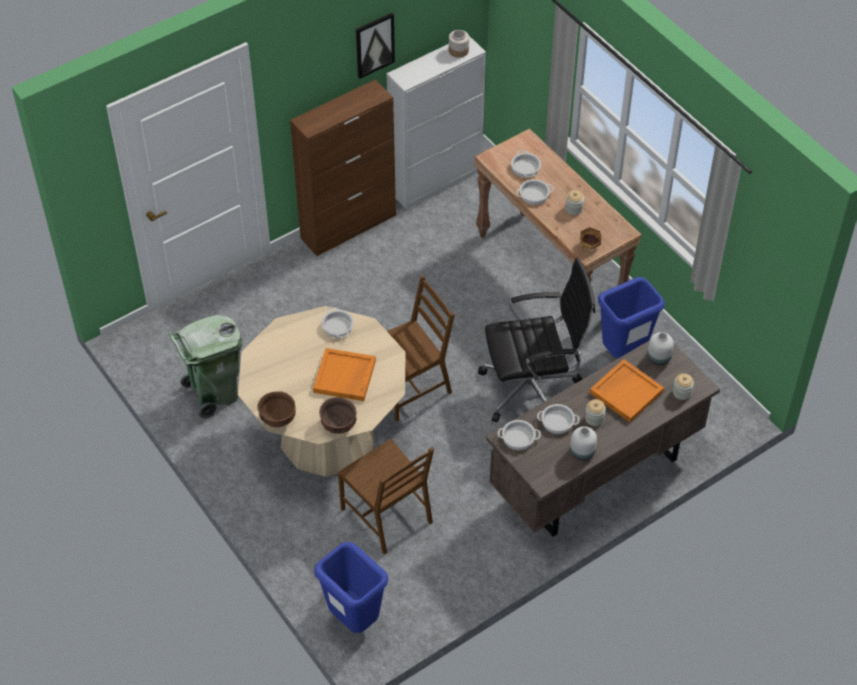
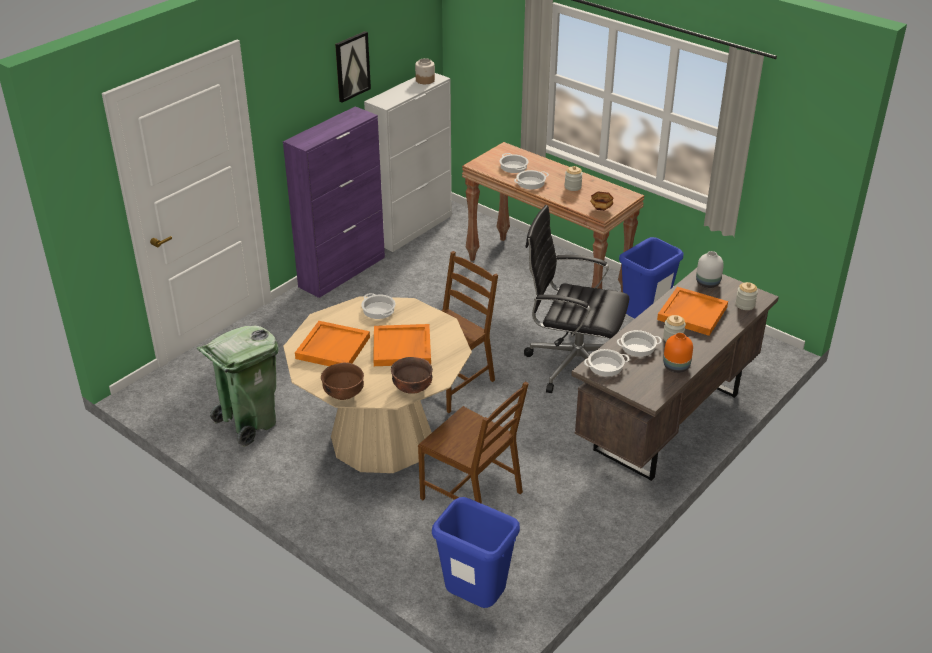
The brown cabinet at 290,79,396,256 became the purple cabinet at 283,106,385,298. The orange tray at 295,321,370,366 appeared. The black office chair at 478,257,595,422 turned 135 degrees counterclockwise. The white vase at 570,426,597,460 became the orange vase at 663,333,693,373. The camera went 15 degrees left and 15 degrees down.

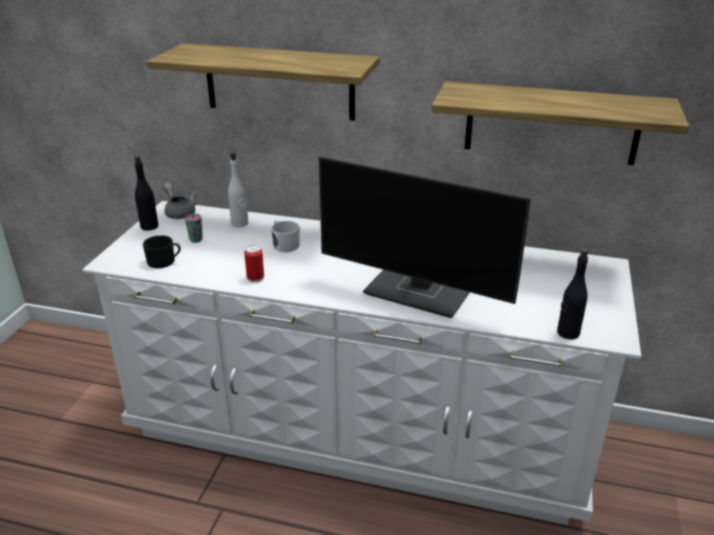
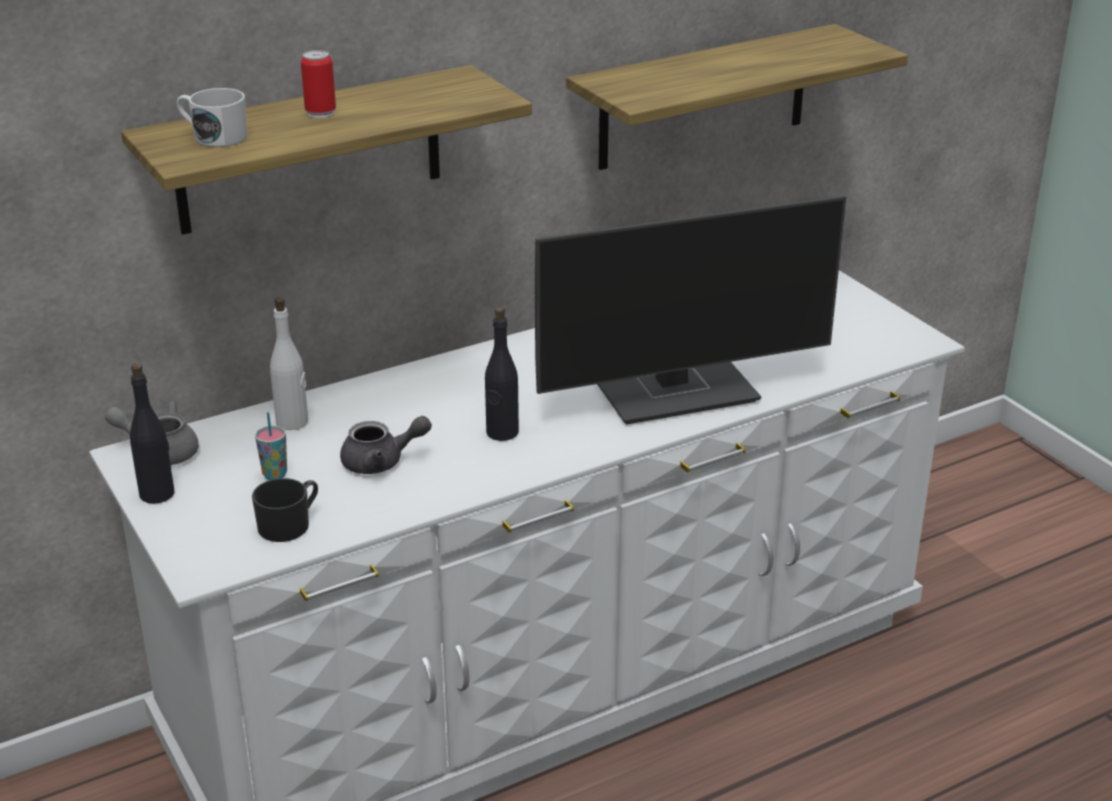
The white mug moved from 271,220,300,252 to 177,88,247,147. The can moved from 244,245,264,283 to 301,50,336,118. The grey teapot at 340,416,432,474 appeared. The black bottle moved from 557,248,588,340 to 485,307,519,441. The camera went 45 degrees left and 0 degrees up.

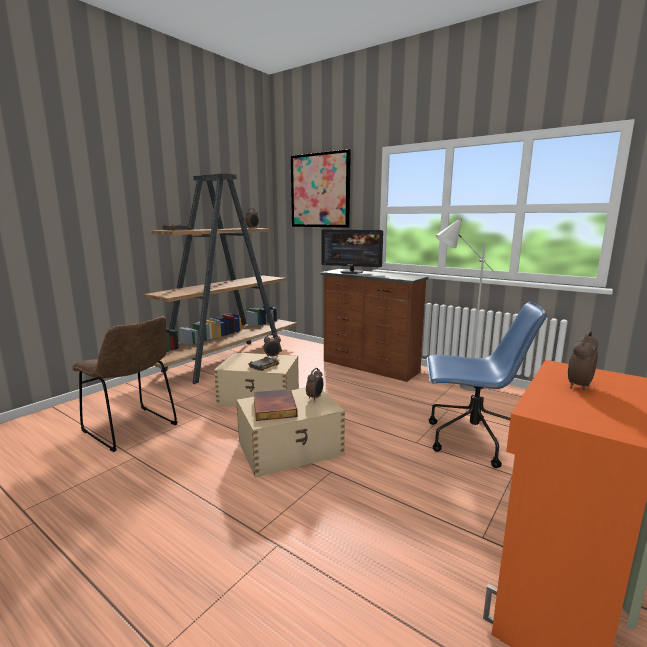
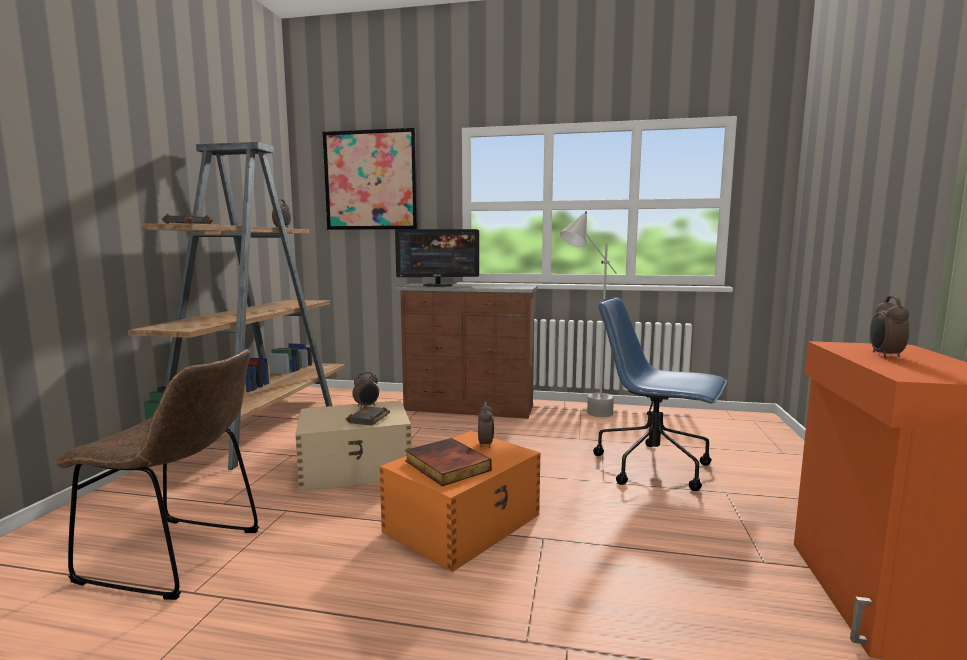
The beige storage box at 236,388,345,478 became the orange storage box at 379,431,541,572. The blue office chair at 427,302,547,468 turned 135 degrees counterclockwise. The camera went 25 degrees left and 5 degrees down.

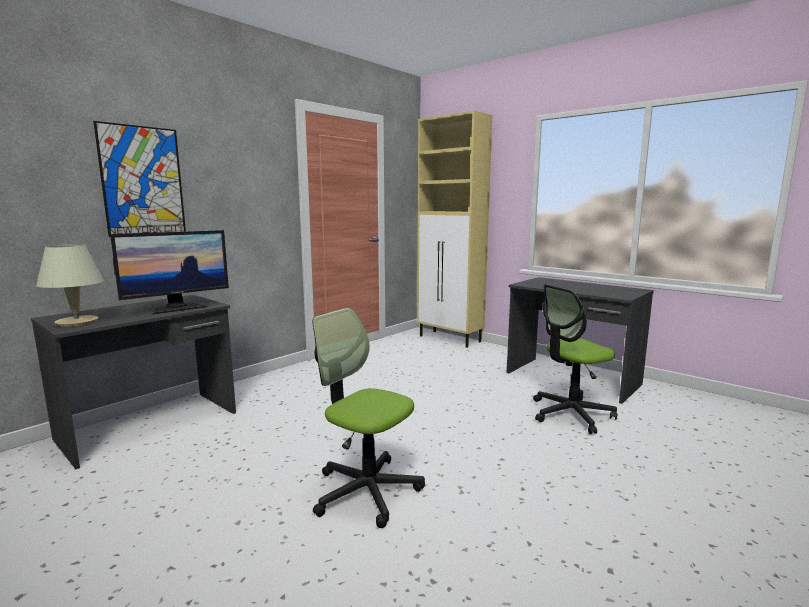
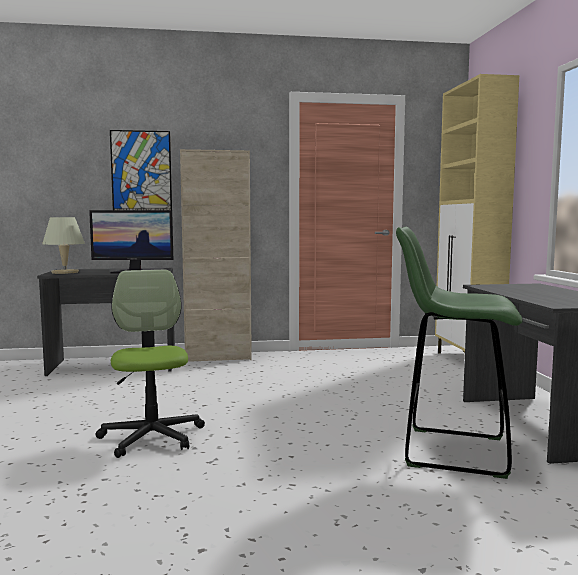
The beige cabinet at 180,149,252,362 appeared. The office chair at 533,284,617,434 was replaced by the green stool at 396,227,523,479. The camera went 40 degrees right and 5 degrees down.

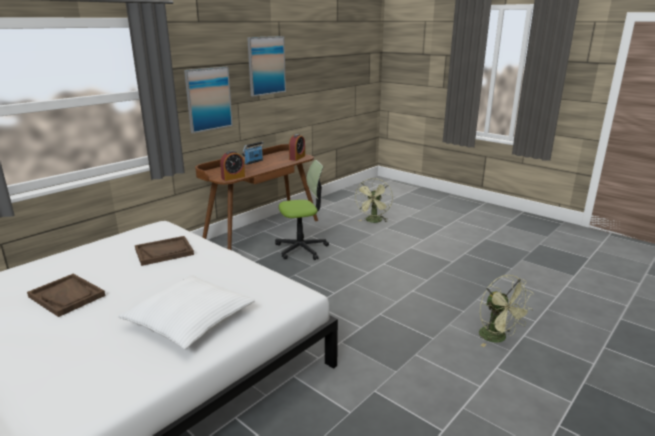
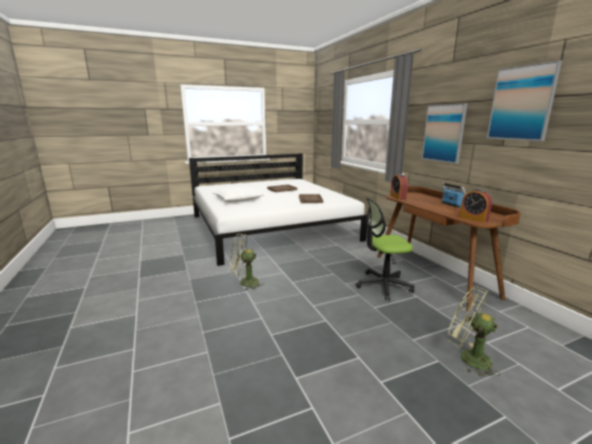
The green fan moved from 479,275,534,347 to 229,234,263,291. The office chair at 275,160,329,260 turned 75 degrees clockwise. The camera went 115 degrees right and 5 degrees down.

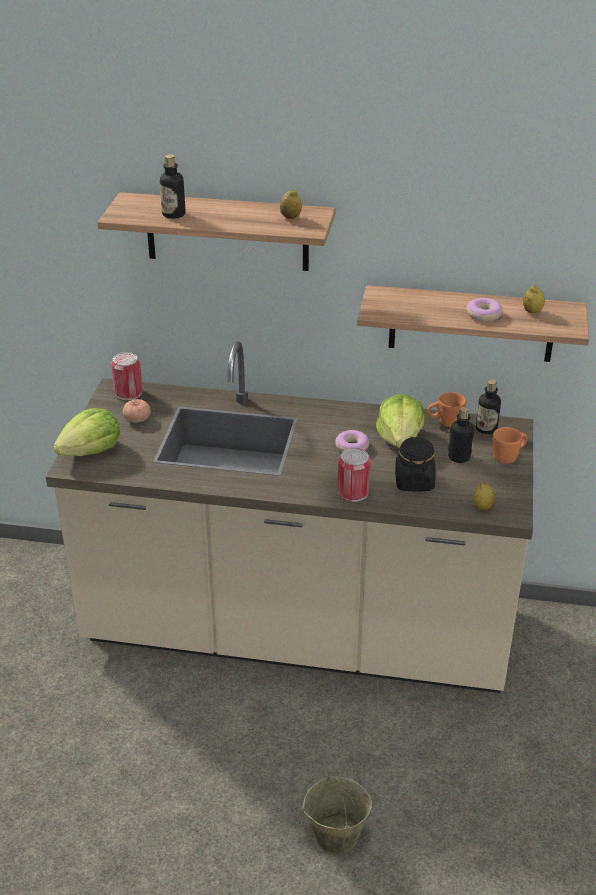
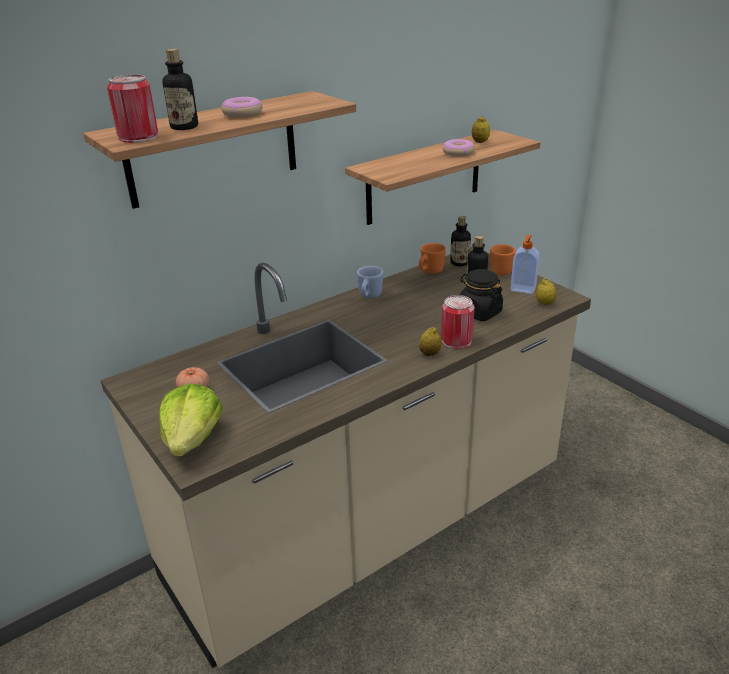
The can moved from 111,352,143,400 to 107,74,158,143. The donut moved from 335,430,369,452 to 221,97,262,118. The blue mug at 357,266,384,299 appeared. The lemon moved from 280,189,302,219 to 419,327,441,356. The soap dispenser at 511,235,540,294 appeared. The beige bucket at 303,771,372,854 disappeared. The lettuce at 376,394,425,448 disappeared. The camera went 45 degrees left and 5 degrees down.

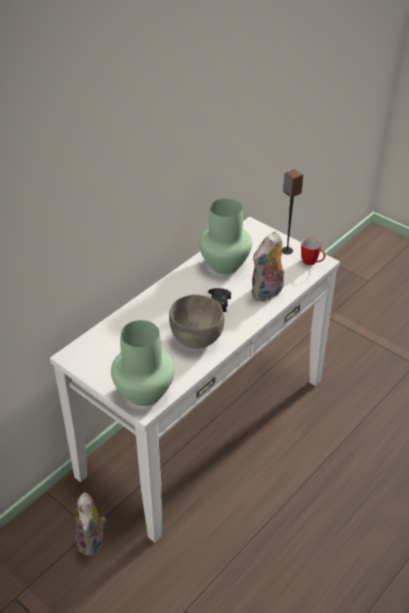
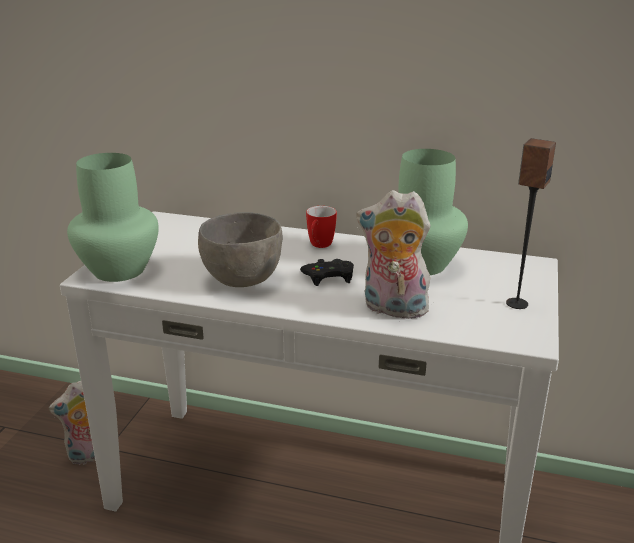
The mug moved from 301,238,325,265 to 306,206,337,248. The camera went 65 degrees right and 15 degrees down.

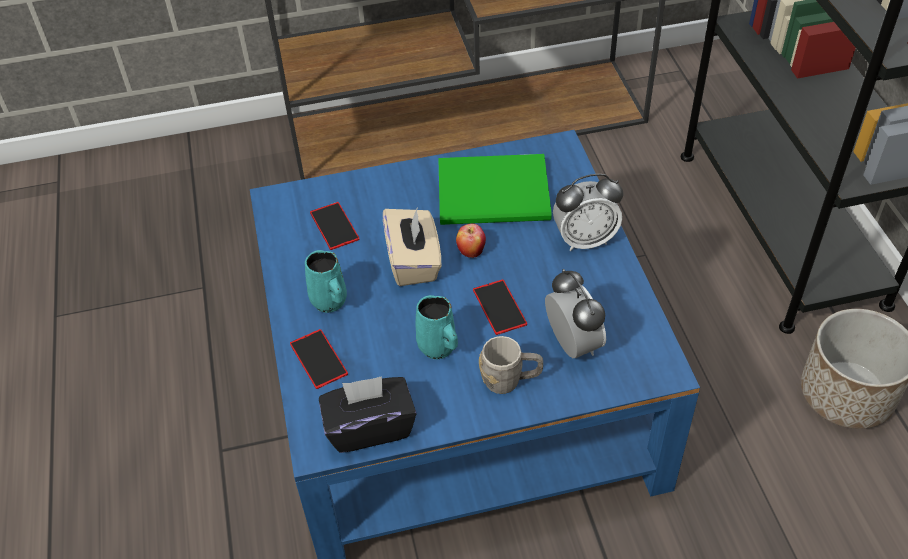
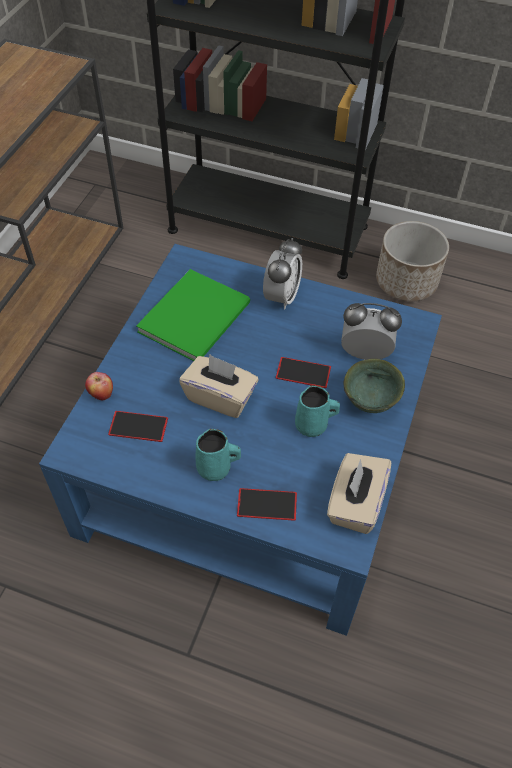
The apple moved from 456,224,486,258 to 85,372,113,400. The black tissue box at 319,376,417,453 became the beige tissue box at 327,453,391,534. The grey mug at 479,336,543,394 was replaced by the green bowl at 344,359,405,413. The camera went 60 degrees left and 5 degrees up.

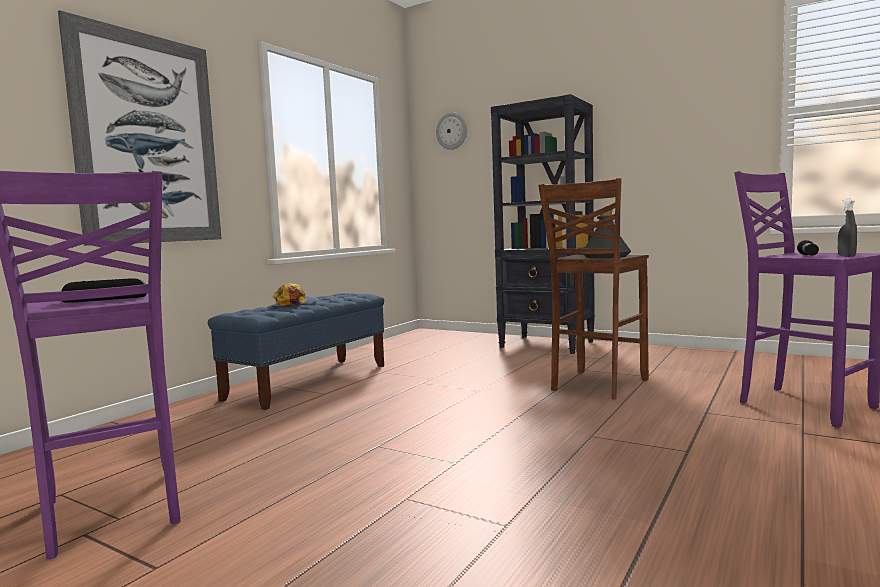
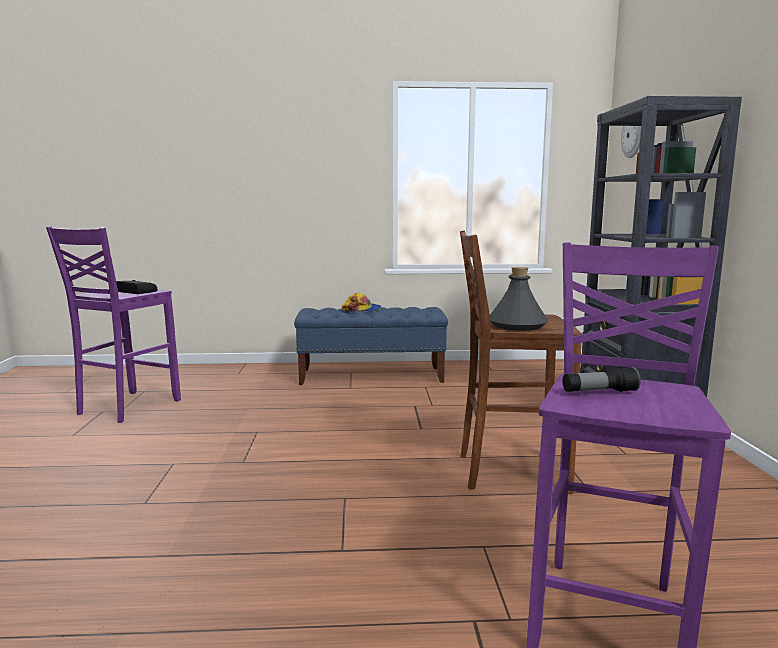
The picture at 58,10,222,246 disappeared. The grey spray bottle at 838,199,857,257 disappeared. The camera went 55 degrees right and 5 degrees up.

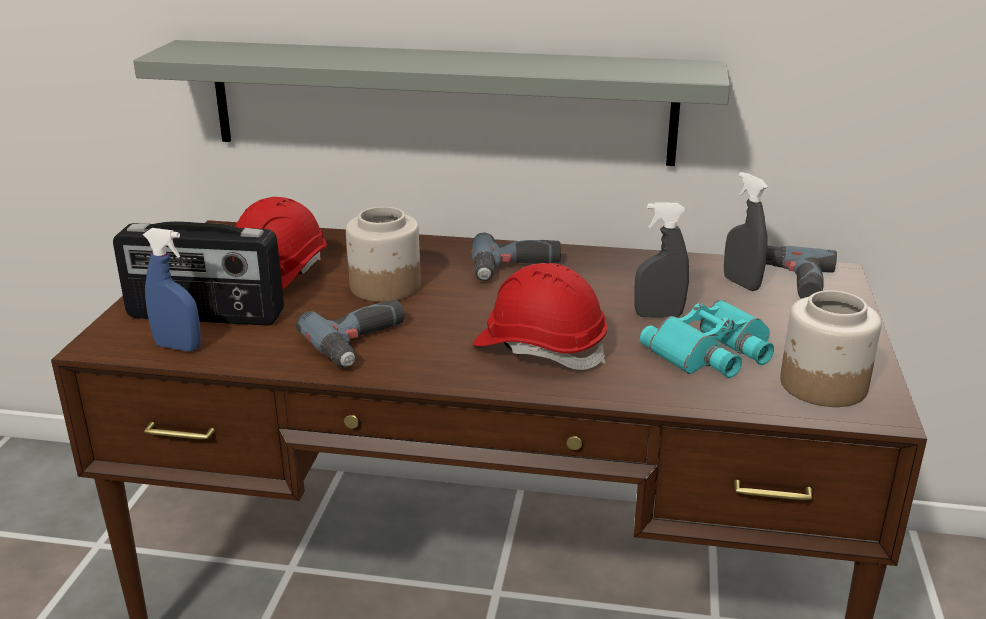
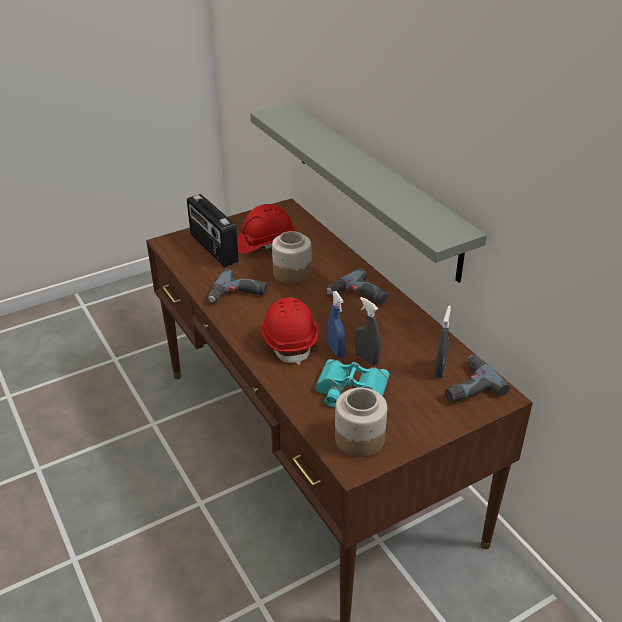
The blue spray bottle moved from 143,228,201,351 to 328,291,346,358. The camera went 50 degrees right and 10 degrees up.

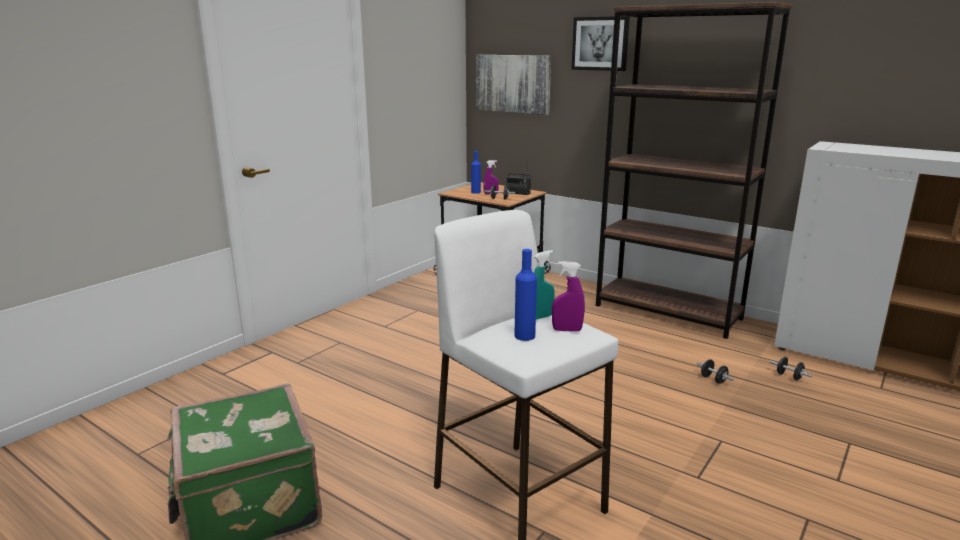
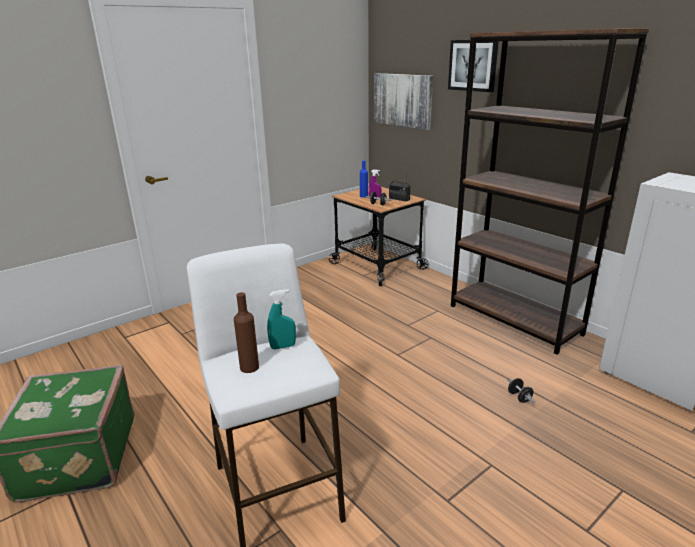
The blue bottle at 514,249,537,341 became the brown bottle at 234,292,259,373. The purple spray bottle at 552,261,585,332 disappeared. The black dumbbell at 770,357,812,381 disappeared. The camera went 15 degrees right and 5 degrees up.

